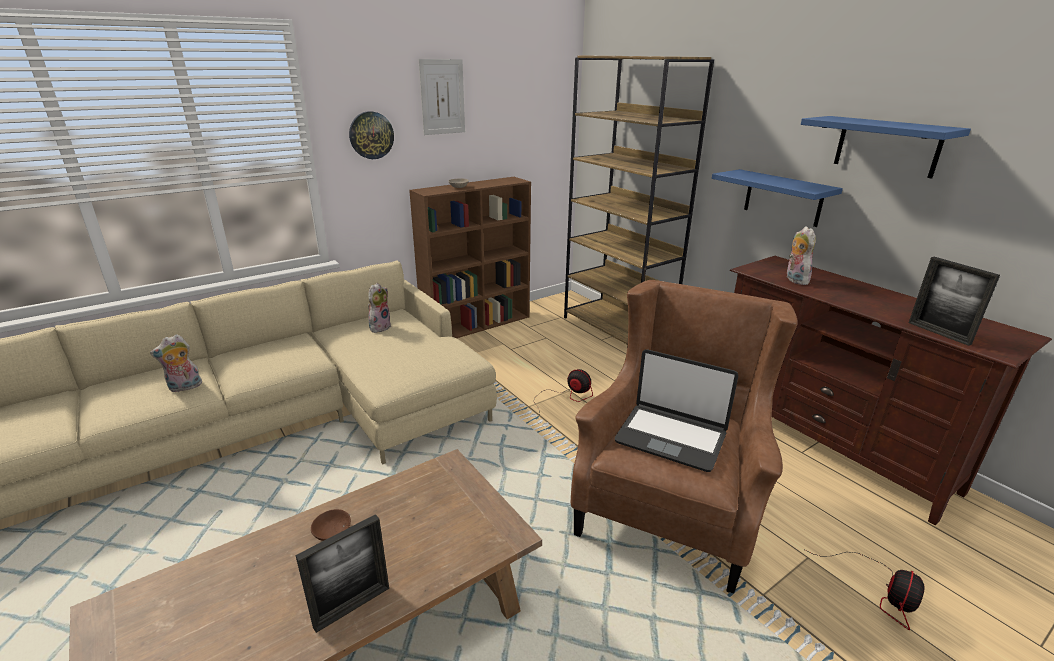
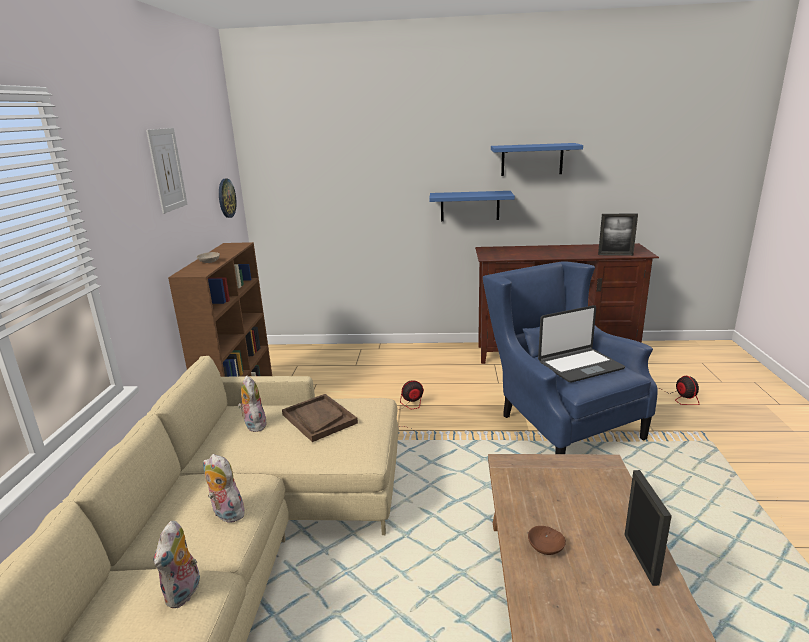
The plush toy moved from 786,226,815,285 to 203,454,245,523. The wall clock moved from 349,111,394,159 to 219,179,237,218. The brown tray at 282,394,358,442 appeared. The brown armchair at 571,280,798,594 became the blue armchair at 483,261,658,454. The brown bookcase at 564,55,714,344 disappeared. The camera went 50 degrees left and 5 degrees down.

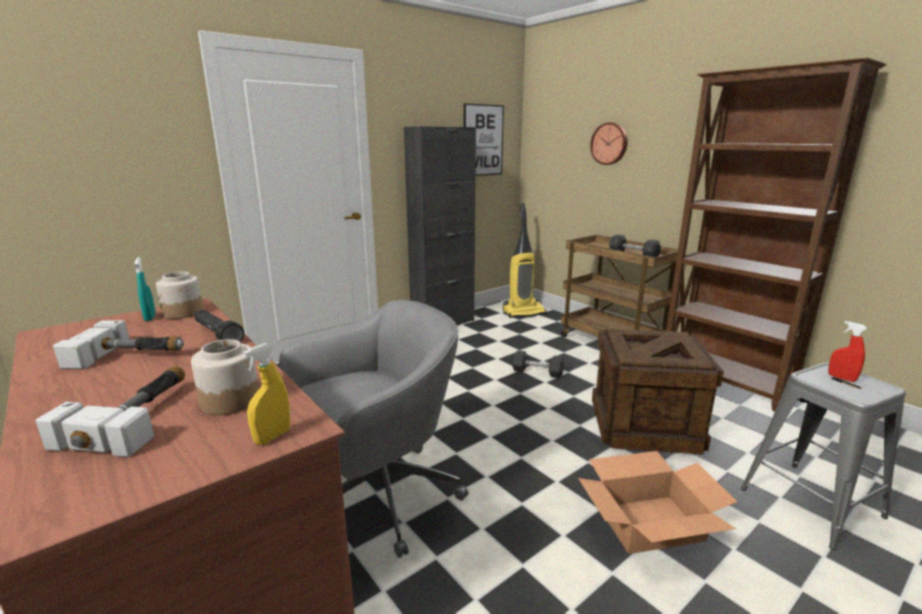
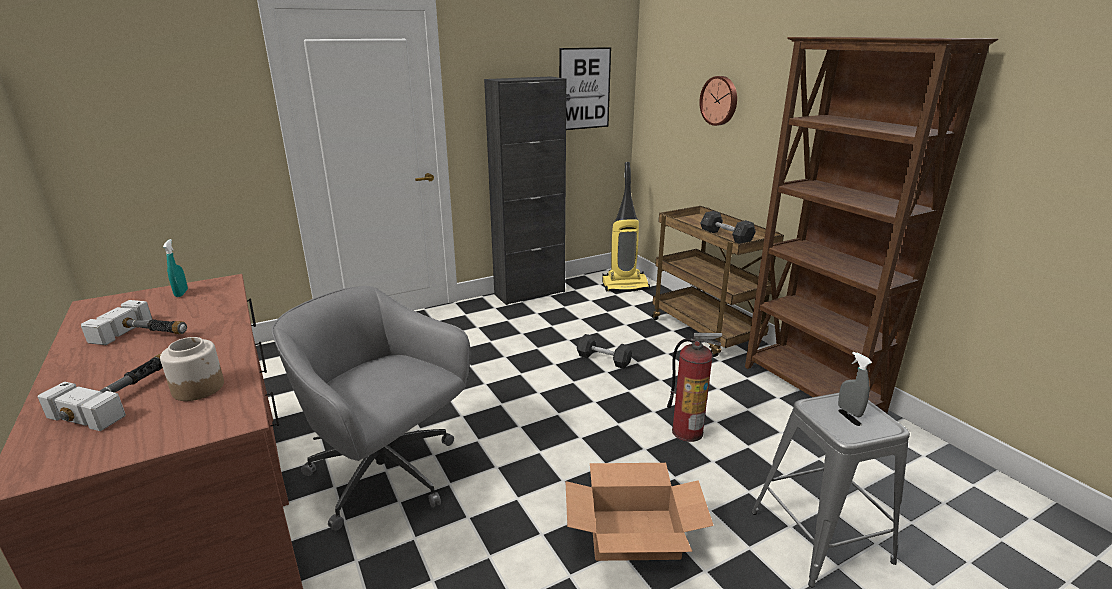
The grey office chair at 279,300,468,558 turned 120 degrees counterclockwise. The crate at 592,329,724,455 was replaced by the fire extinguisher at 667,332,722,442. The red spray bottle at 828,321,867,382 became the grey spray bottle at 838,351,872,418. The jar at 156,271,204,319 disappeared. The black flashlight at 195,310,244,342 disappeared. The yellow spray bottle at 243,343,290,445 disappeared. The camera went 10 degrees right and 5 degrees up.

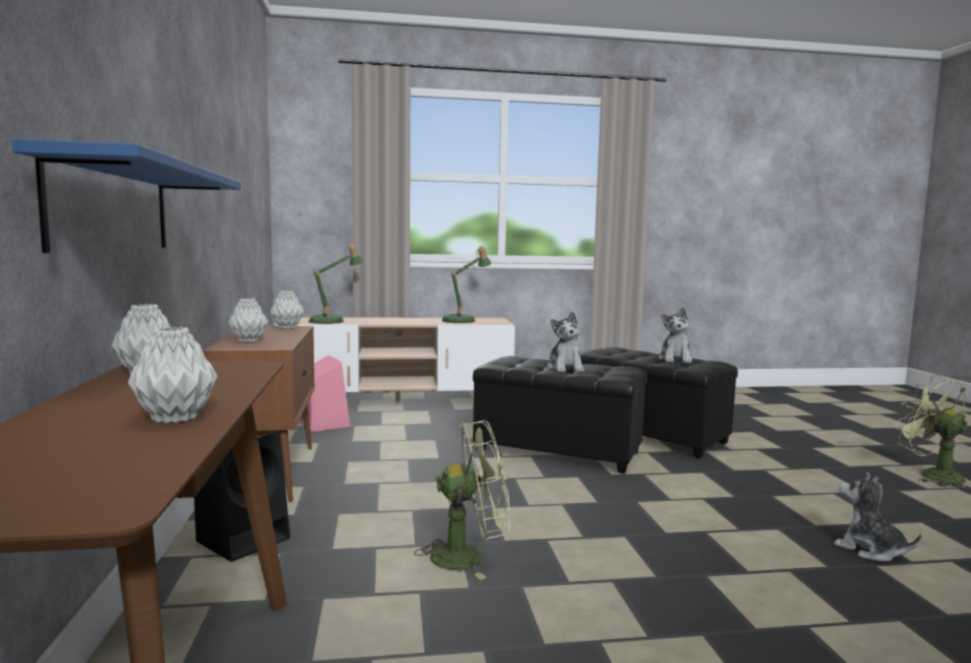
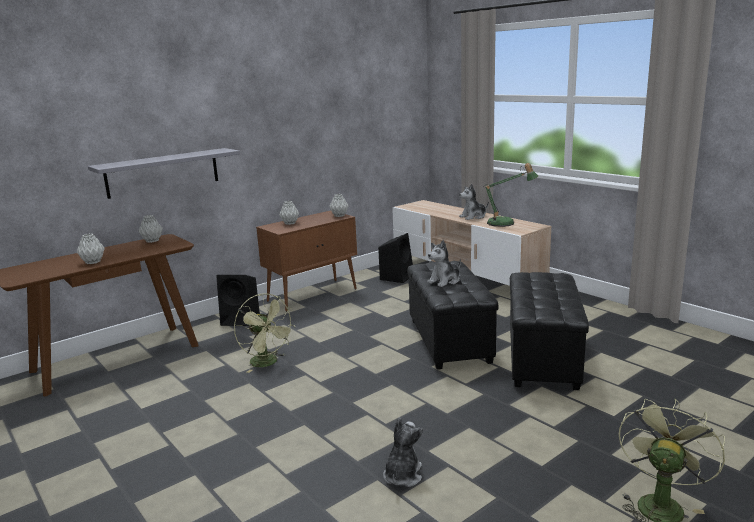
The blue shelf at 12,139,241,253 became the grey shelf at 88,148,240,199. The pink speaker at 300,355,350,432 became the black speaker at 378,233,413,283. The plush toy moved from 658,308,693,363 to 459,184,489,220. The table lamp at 309,244,363,324 disappeared. The camera went 60 degrees right and 10 degrees up.

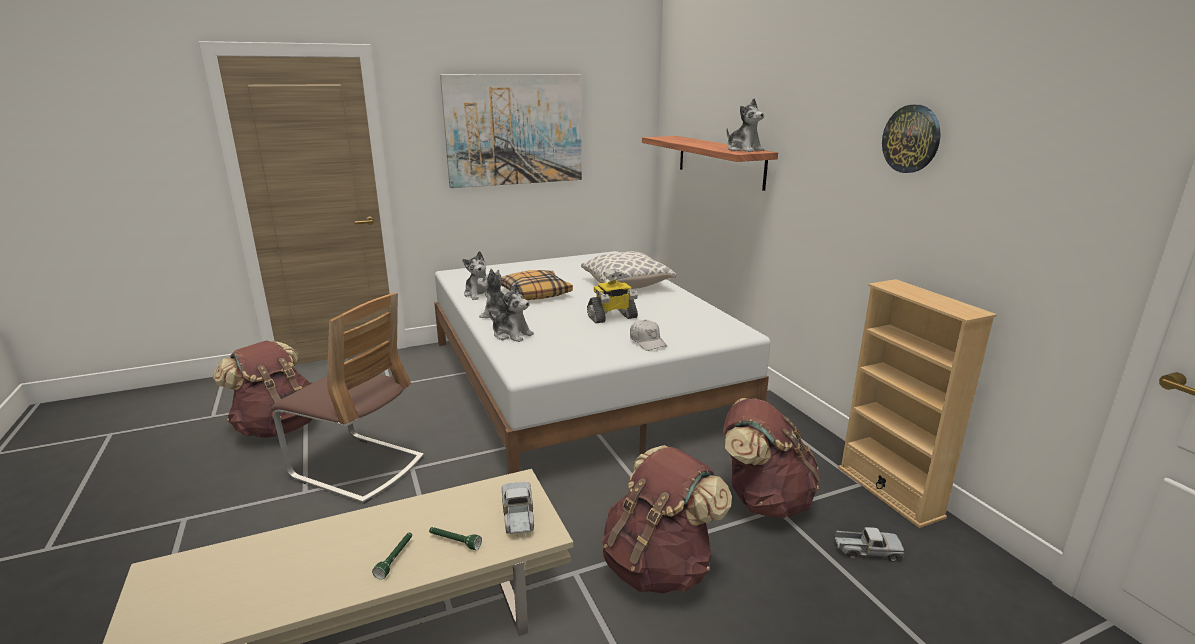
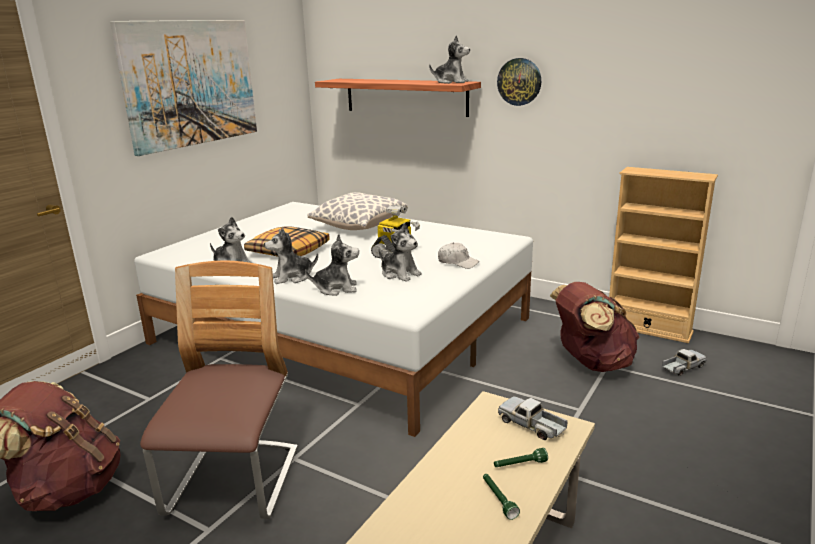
The chair at 271,292,424,504 turned 75 degrees counterclockwise. The plush toy at 378,223,422,282 appeared. The wall clock moved from 882,105,941,173 to 497,58,541,106. The brown backpack at 602,445,732,594 disappeared. The camera went 35 degrees left and 0 degrees up.

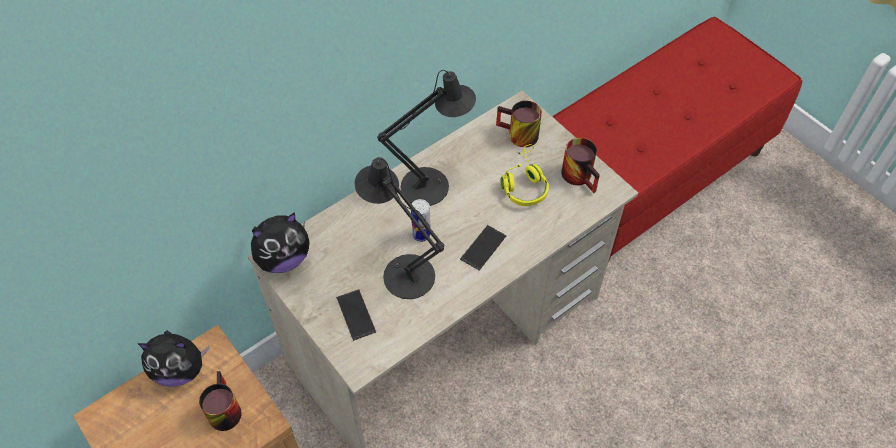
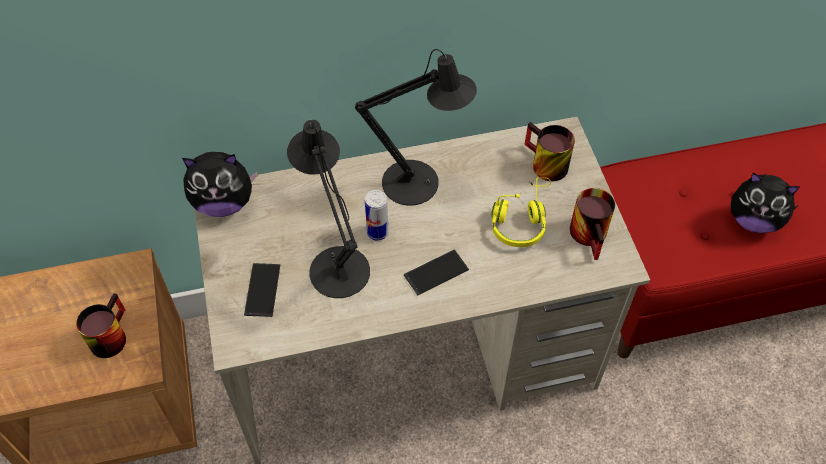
The plush toy moved from 138,330,209,387 to 731,172,800,233. The camera went 25 degrees right and 0 degrees up.

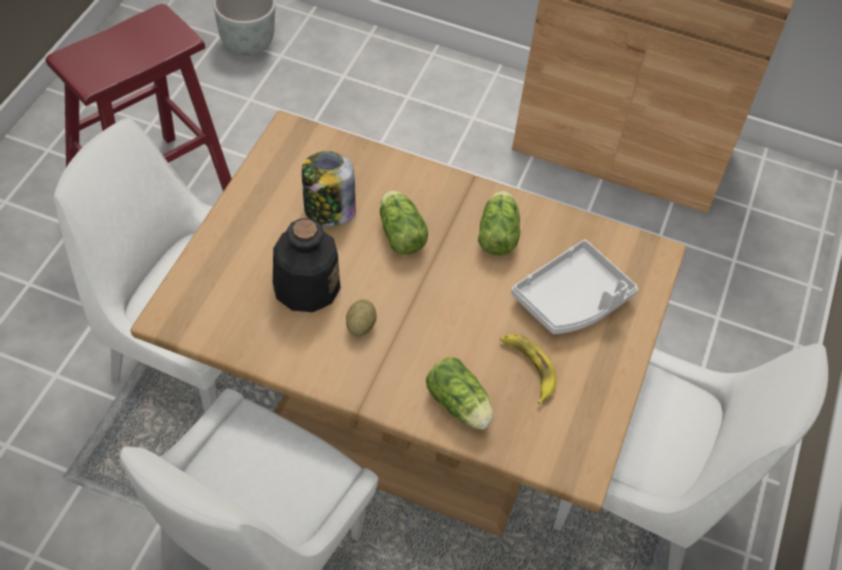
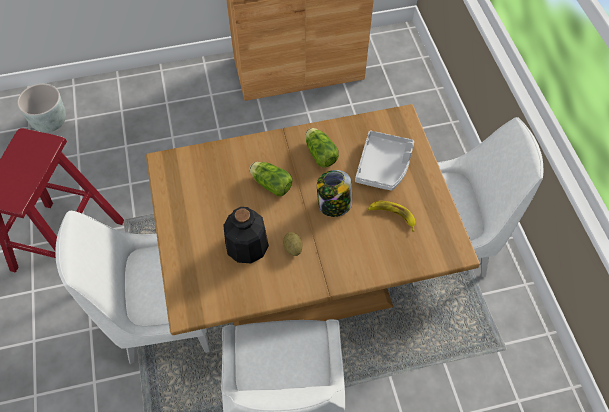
The jar moved from 302,151,356,227 to 317,170,352,217. The lettuce at 426,357,494,430 disappeared. The camera went 30 degrees left and 5 degrees up.

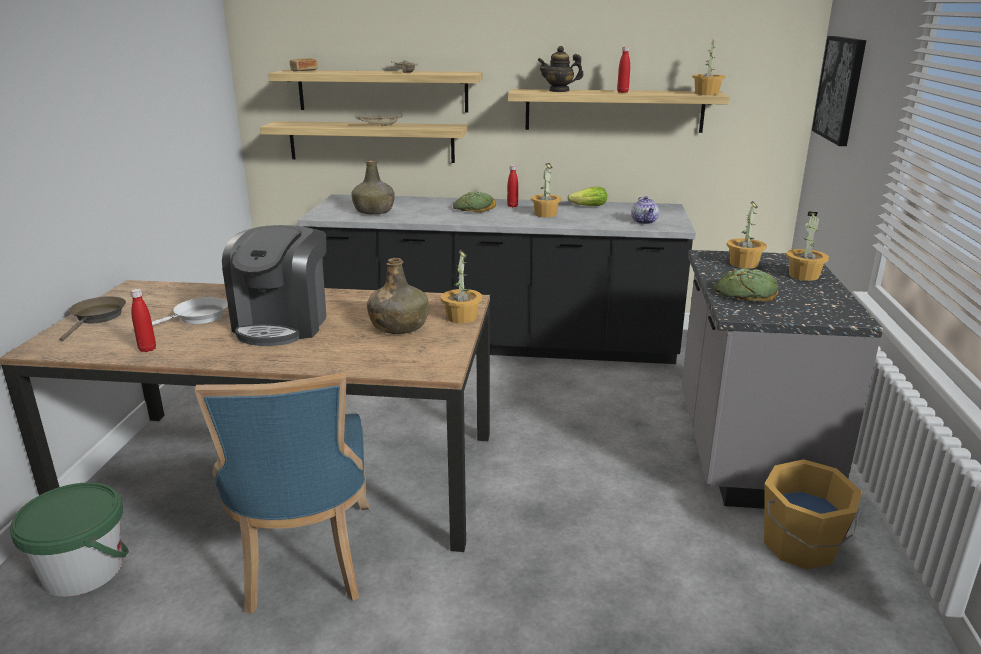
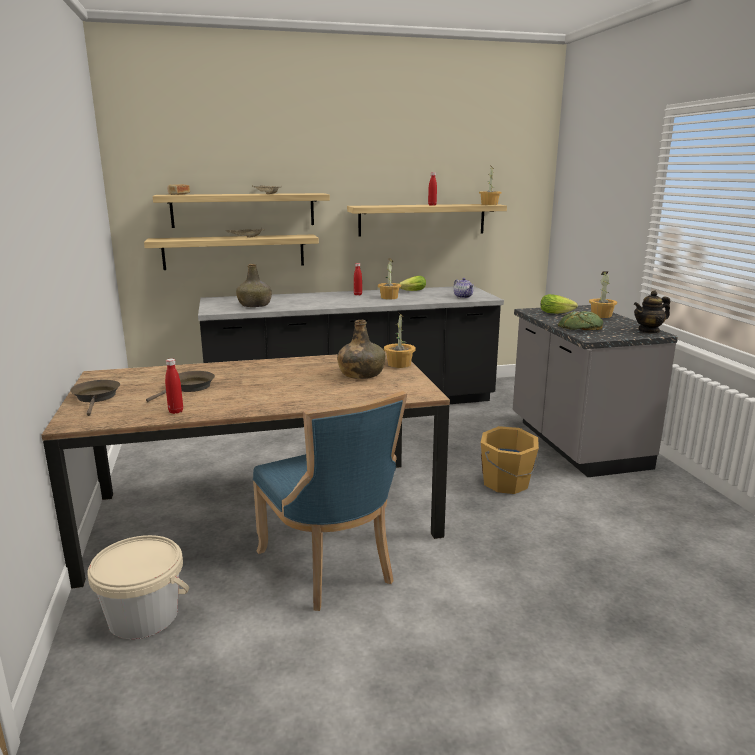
The green bucket at 10,482,129,597 became the beige bucket at 88,535,189,639. The white frying pan at 133,297,228,332 became the brown frying pan at 146,371,215,402. The orange bucket moved from 764,459,862,570 to 481,426,539,494. The potted plant at 727,201,767,268 was replaced by the lettuce at 541,294,578,314. The teapot moved from 537,46,584,92 to 634,290,670,333. The coffee machine at 222,225,326,346 disappeared. The bread at 453,192,496,212 disappeared. The picture at 812,36,866,146 disappeared. The camera went 20 degrees left and 5 degrees down.

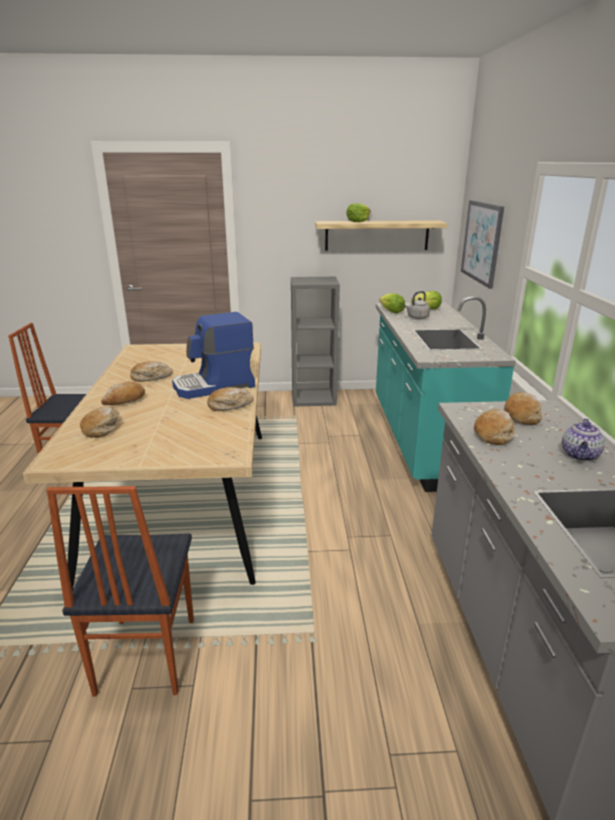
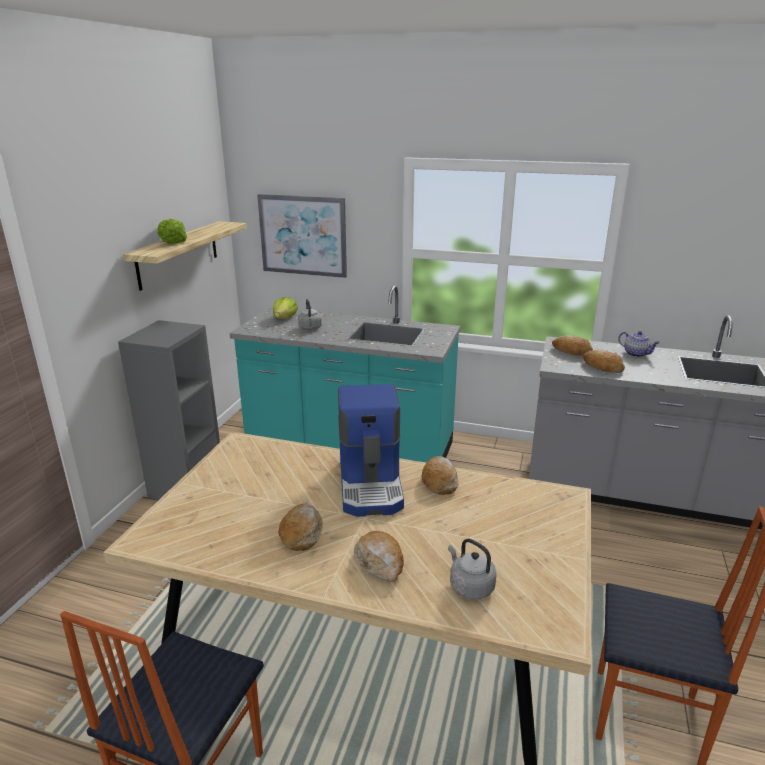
The bread at 80,407,120,438 was replaced by the grey kettle at 448,538,497,599. The lettuce at 379,293,405,313 disappeared. The camera went 70 degrees left and 0 degrees up.

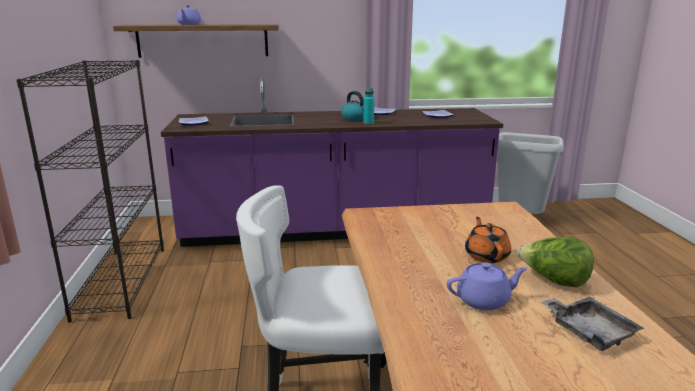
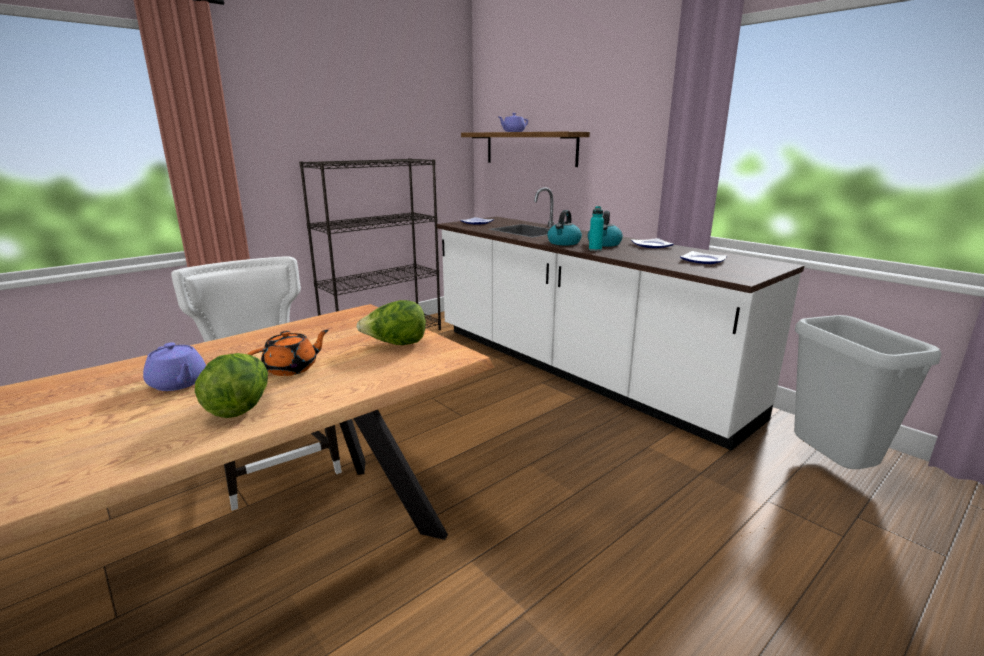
The lettuce at 356,300,426,345 appeared. The purple counter at 161,78,503,247 became the white counter at 437,187,805,451. The kettle at 547,210,582,245 appeared. The grey tray at 541,297,644,351 disappeared. The camera went 55 degrees right and 0 degrees up.

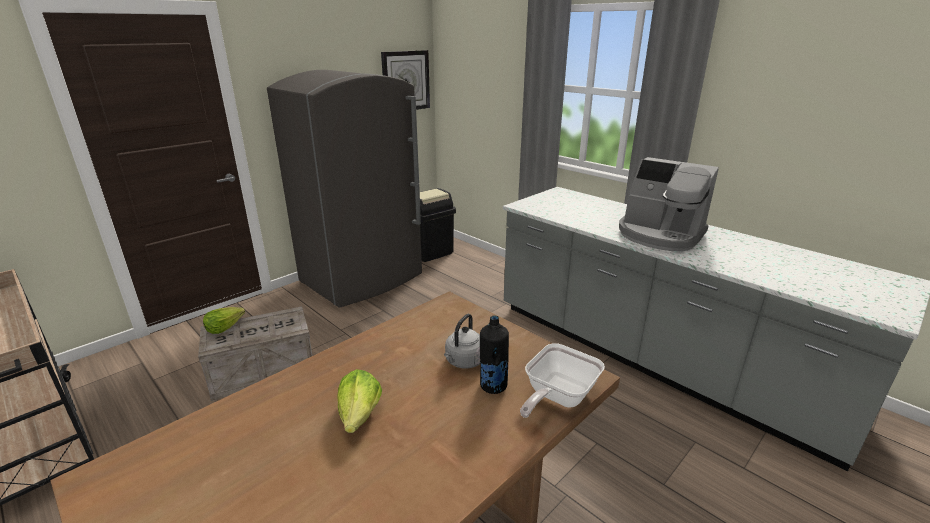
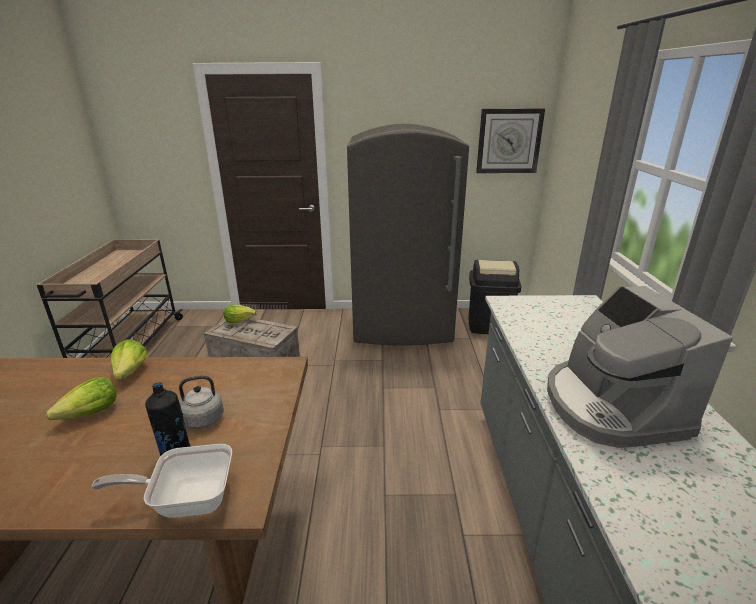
The lettuce at 111,339,148,380 appeared. The camera went 45 degrees right and 0 degrees up.

